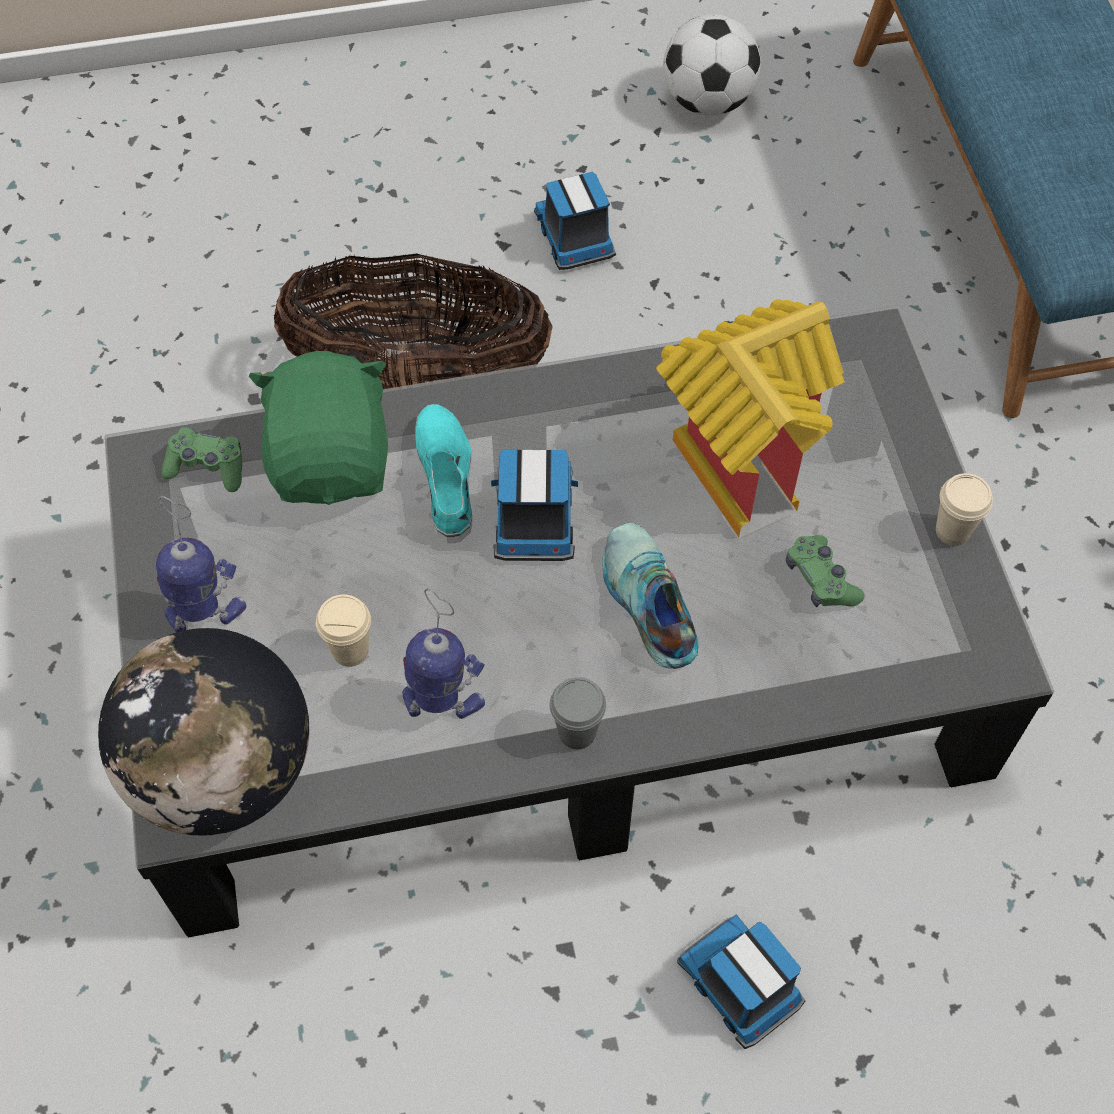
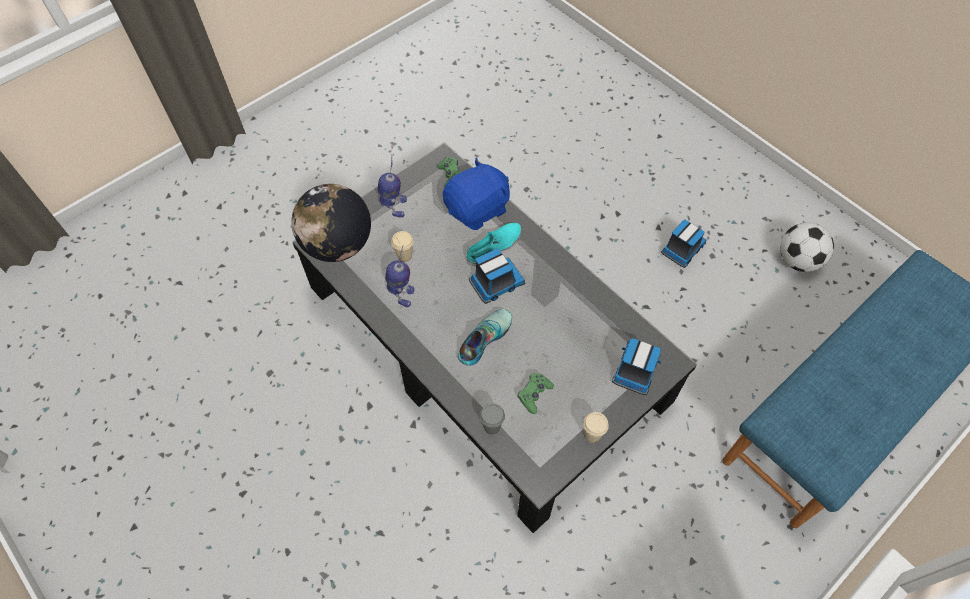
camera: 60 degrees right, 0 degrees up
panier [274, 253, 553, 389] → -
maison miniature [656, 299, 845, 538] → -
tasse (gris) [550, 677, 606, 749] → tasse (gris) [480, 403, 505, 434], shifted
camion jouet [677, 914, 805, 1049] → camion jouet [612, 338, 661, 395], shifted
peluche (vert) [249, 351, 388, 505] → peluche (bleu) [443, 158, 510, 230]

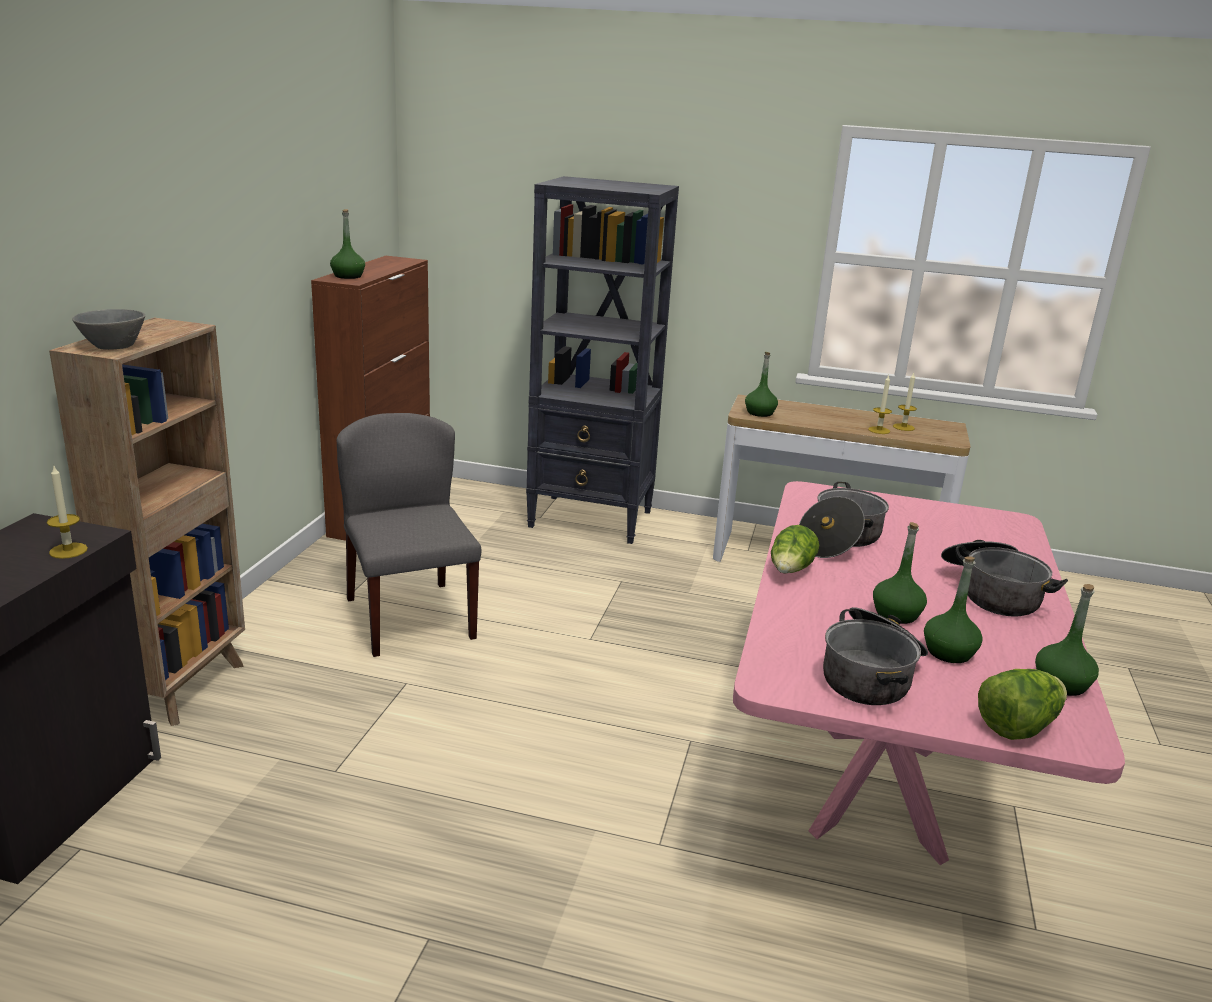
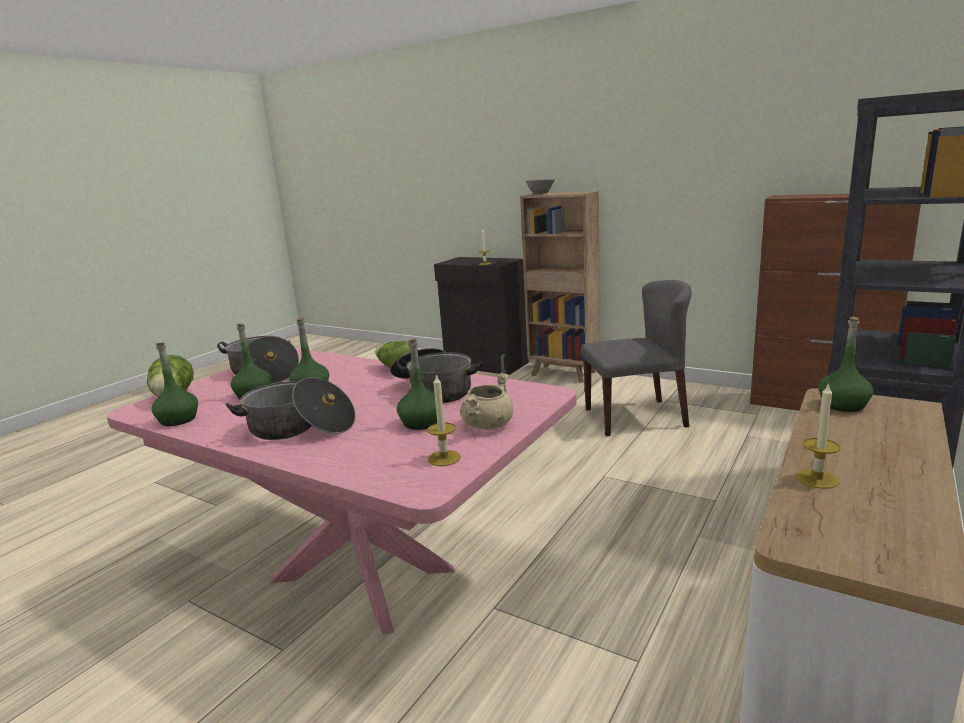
camera: 110 degrees right, 5 degrees down
- → marmite (beige) [460, 373, 514, 430]
bouteille (vert) [330, 209, 365, 279] → bouteille (vert) [397, 339, 437, 430], shifted
bougie [893, 373, 917, 431] → bougie [427, 374, 461, 466], shifted

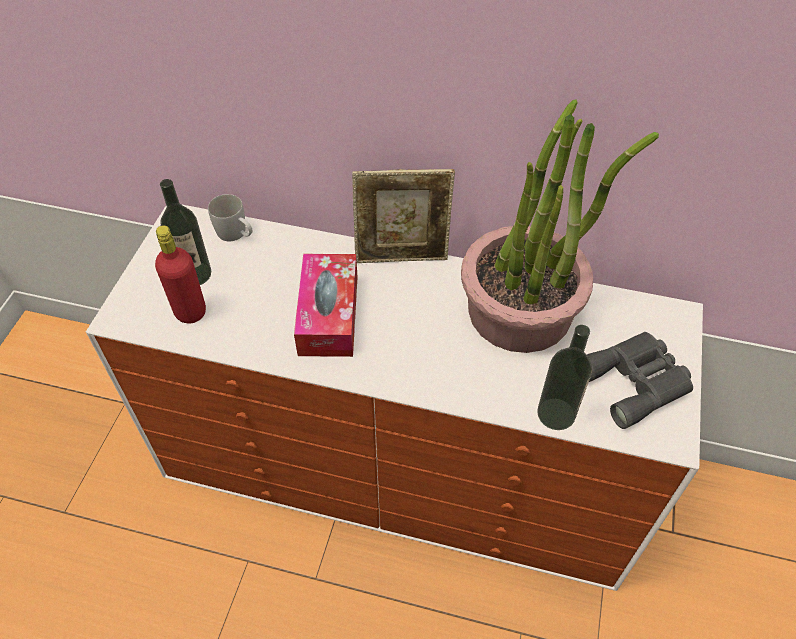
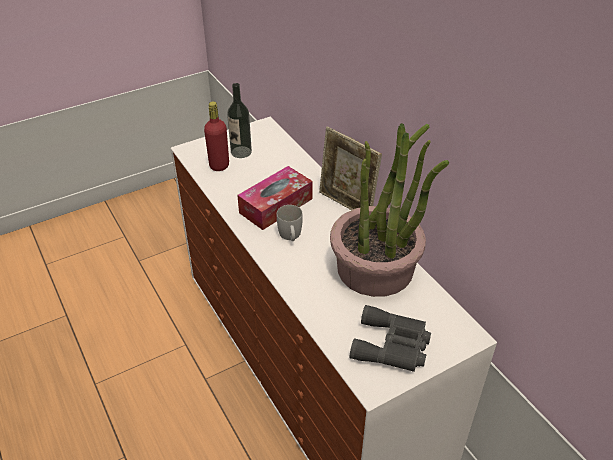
camera: 45 degrees right, 10 degrees down
bouteille [537, 325, 592, 430] → -
mug (blanc) [208, 194, 252, 241] → mug (blanc) [277, 205, 303, 241], shifted

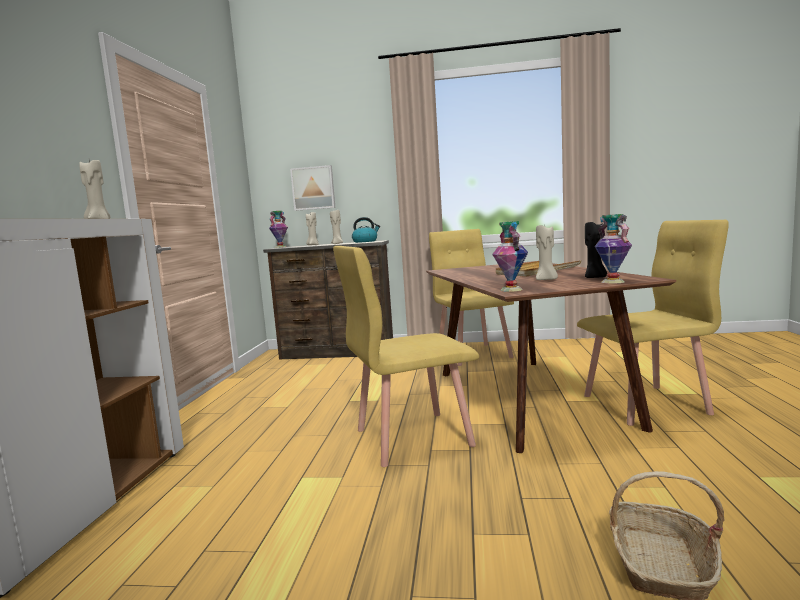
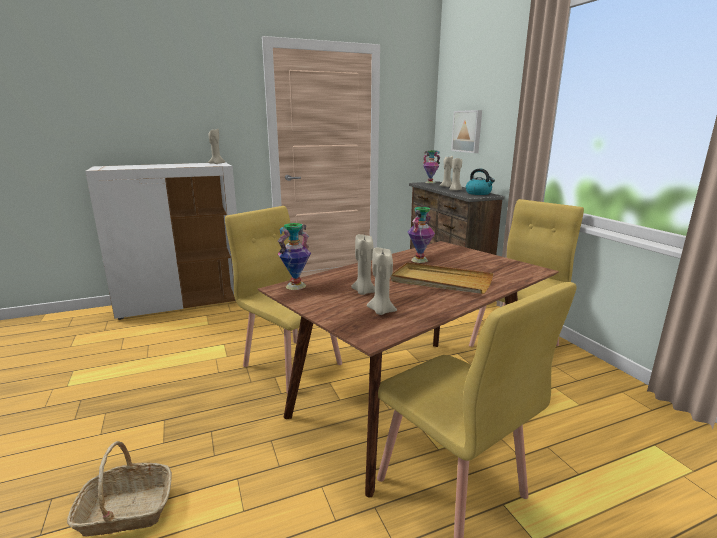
camera: 60 degrees right, 10 degrees up
vase [595, 214, 632, 284] → vase [407, 207, 435, 263], shifted
bougie (noir) [585, 222, 607, 278] → bougie (beige) [367, 248, 397, 315]

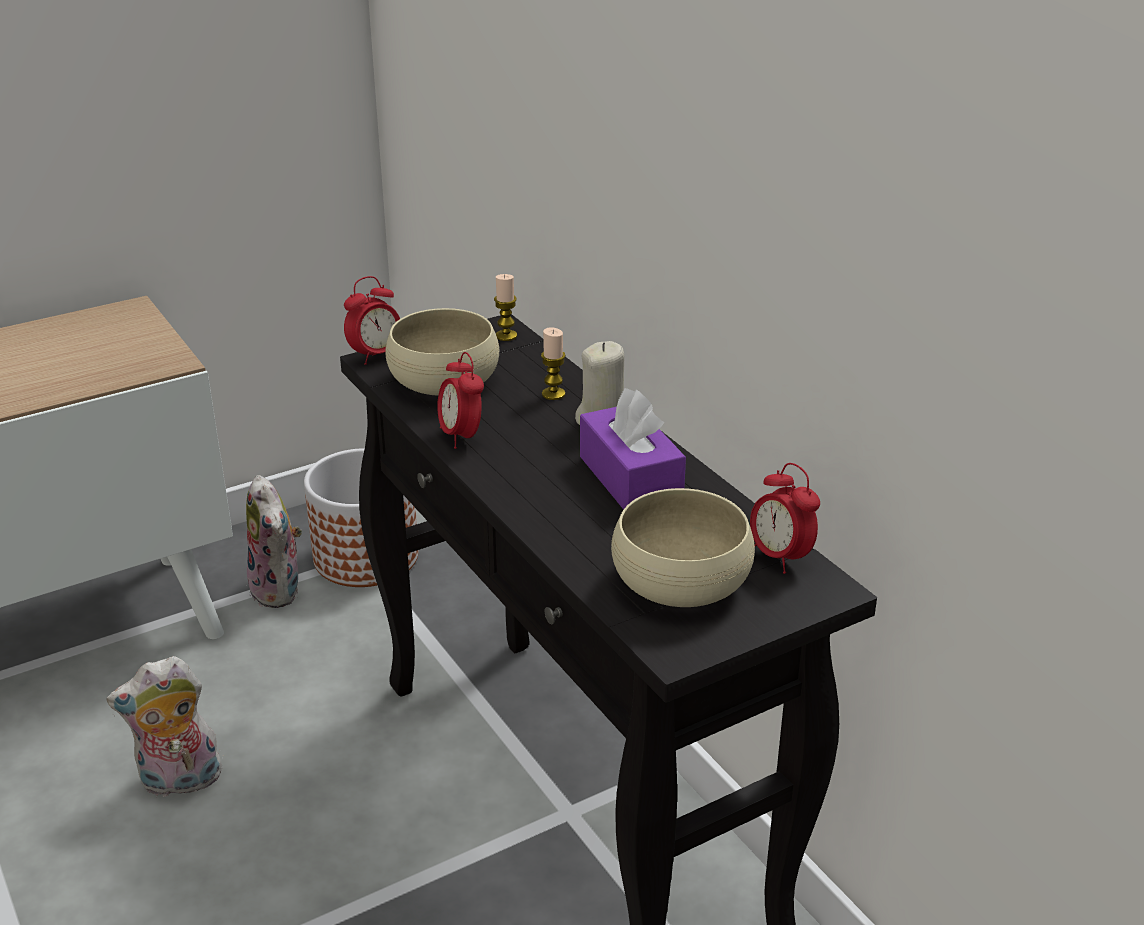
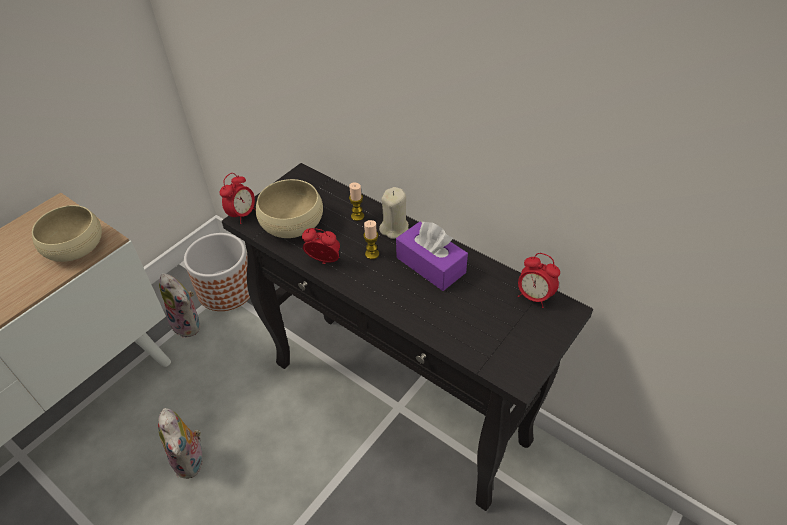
camera: 20 degrees left, 15 degrees up
bougie [494, 274, 517, 341] → bougie [364, 220, 379, 259], shifted
bol (beige) [611, 488, 755, 607] → bol (beige) [32, 205, 102, 262], shifted
peluche [106, 656, 223, 797] → peluche [158, 408, 203, 479], 75 degrees counterclockwise
réveil [438, 352, 484, 449] → réveil [302, 228, 340, 264], 150 degrees clockwise

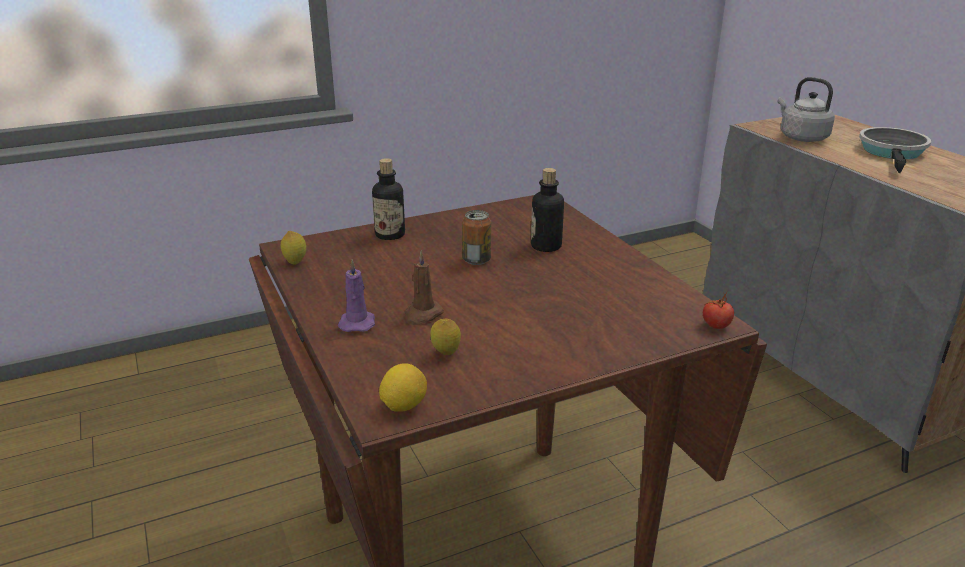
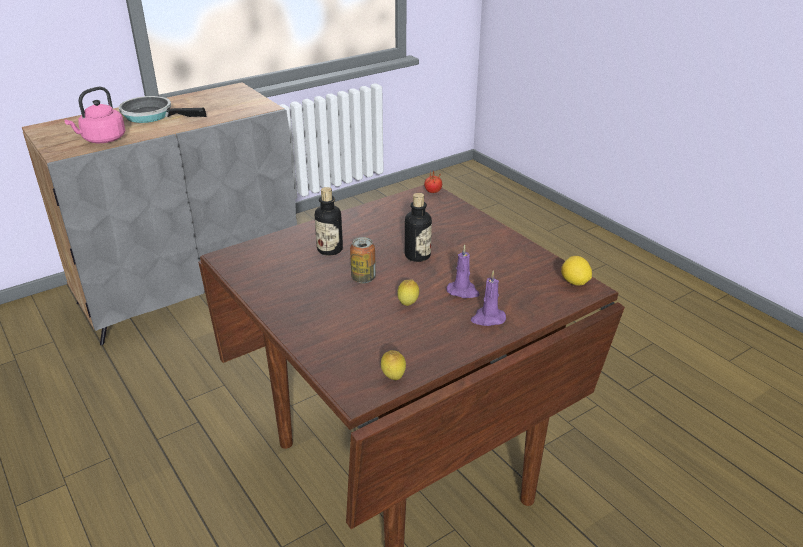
camera: 100 degrees left, 5 degrees up
bouteille [372, 158, 405, 240] → bouteille [405, 193, 432, 262], shifted
citron [430, 319, 461, 355] → citron [397, 280, 419, 306], shifted
bougie (marron) [405, 251, 444, 325] → bougie (violet) [446, 245, 480, 298]
bouilloire (gris) [778, 77, 835, 142] → bouilloire (rose) [64, 87, 125, 143]

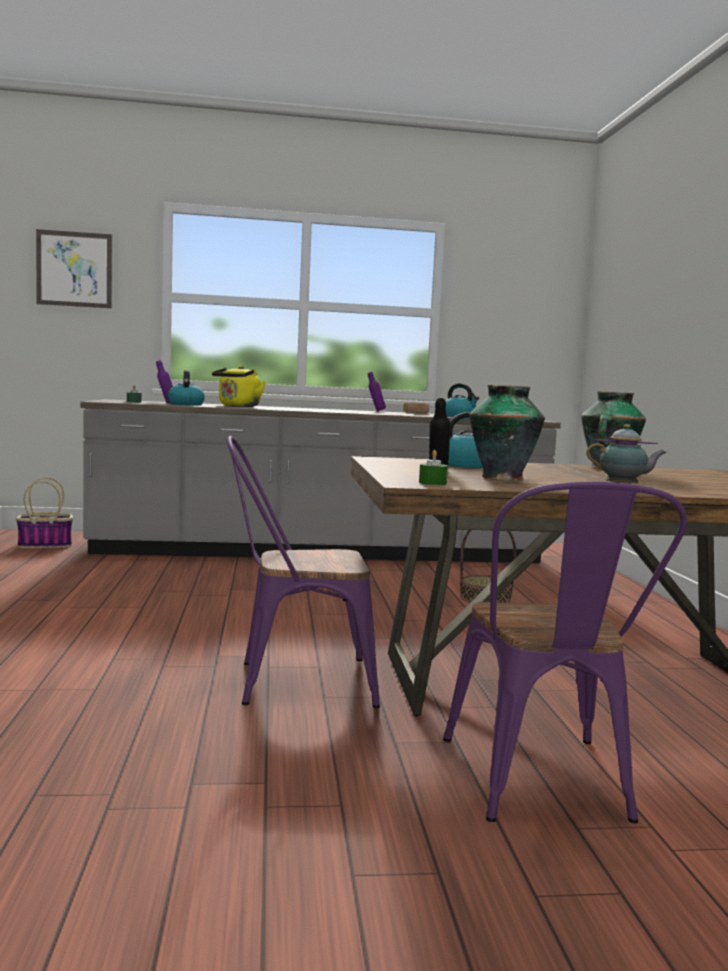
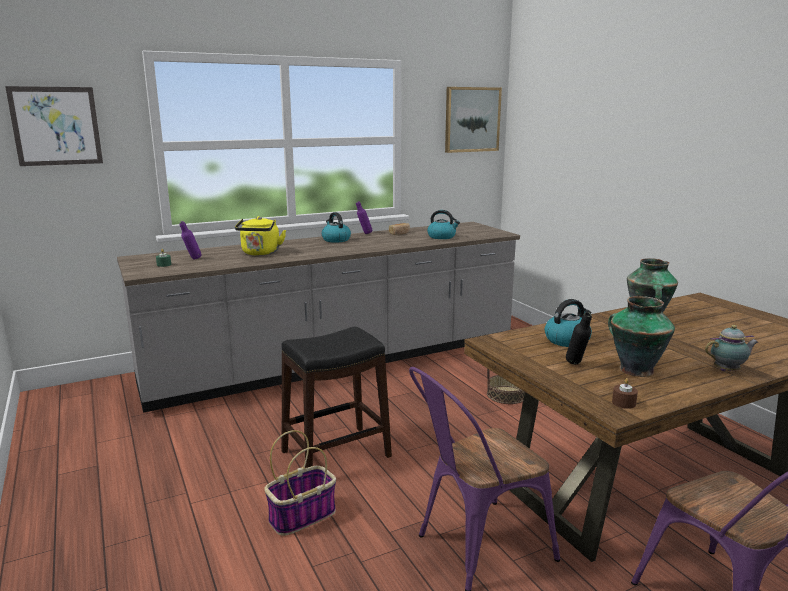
camera: 20 degrees left, 10 degrees up
- → tabouret (noir) [281, 327, 392, 468]
- → tableau [445, 87, 502, 153]
panier [16, 478, 73, 548] → panier [264, 430, 336, 536], shifted
bouilloire [168, 370, 205, 405] → bouilloire [322, 212, 351, 243], shifted
bougie (vert) [419, 450, 448, 485] → bougie (marron) [612, 378, 638, 409]

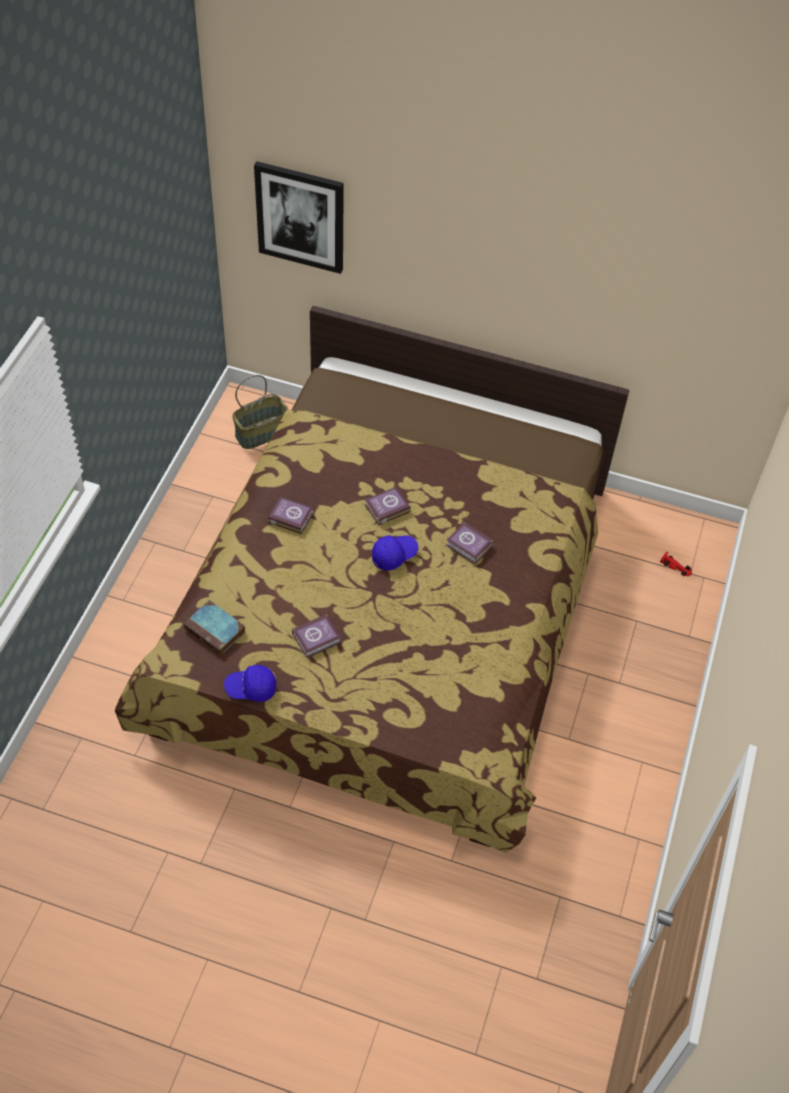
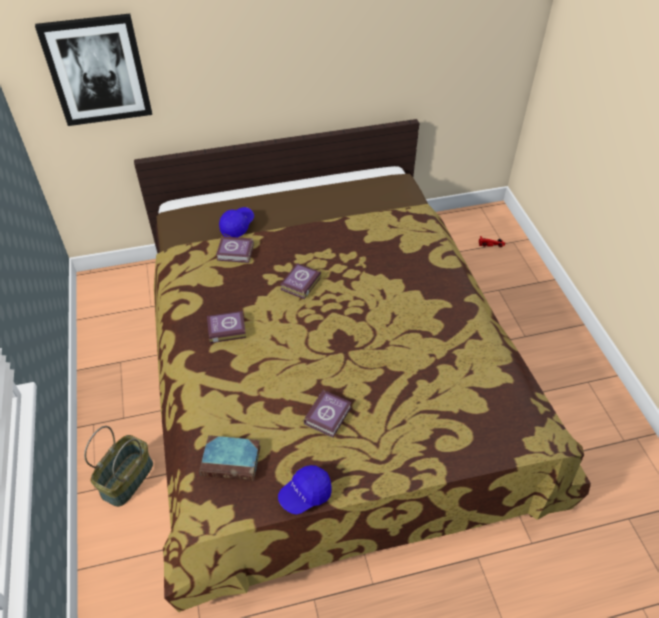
camera: 30 degrees left, 5 degrees down
panier [232, 375, 289, 449] → panier [84, 426, 153, 507], shifted
casquette (bleu) [372, 535, 418, 570] → casquette (bleu) [219, 207, 254, 237], shifted
livre [446, 522, 494, 564] → livre [216, 236, 254, 263], shifted

